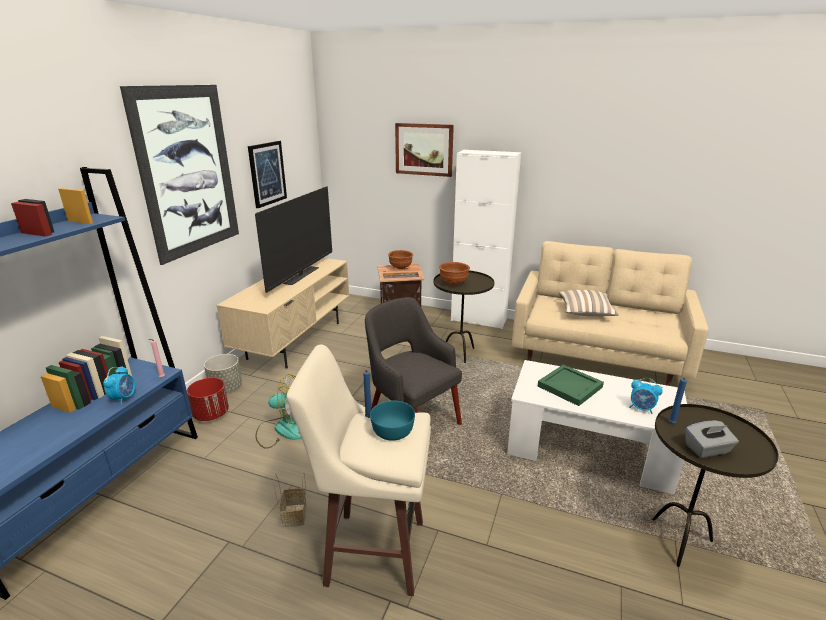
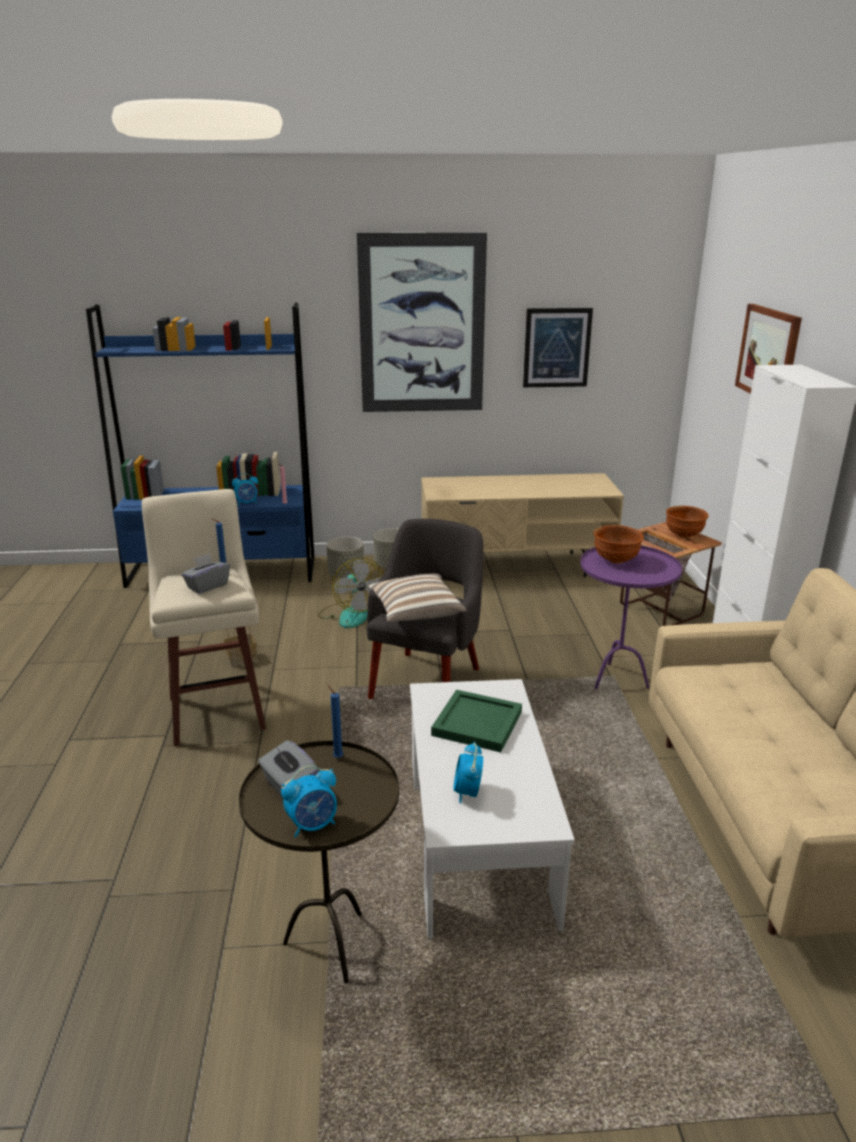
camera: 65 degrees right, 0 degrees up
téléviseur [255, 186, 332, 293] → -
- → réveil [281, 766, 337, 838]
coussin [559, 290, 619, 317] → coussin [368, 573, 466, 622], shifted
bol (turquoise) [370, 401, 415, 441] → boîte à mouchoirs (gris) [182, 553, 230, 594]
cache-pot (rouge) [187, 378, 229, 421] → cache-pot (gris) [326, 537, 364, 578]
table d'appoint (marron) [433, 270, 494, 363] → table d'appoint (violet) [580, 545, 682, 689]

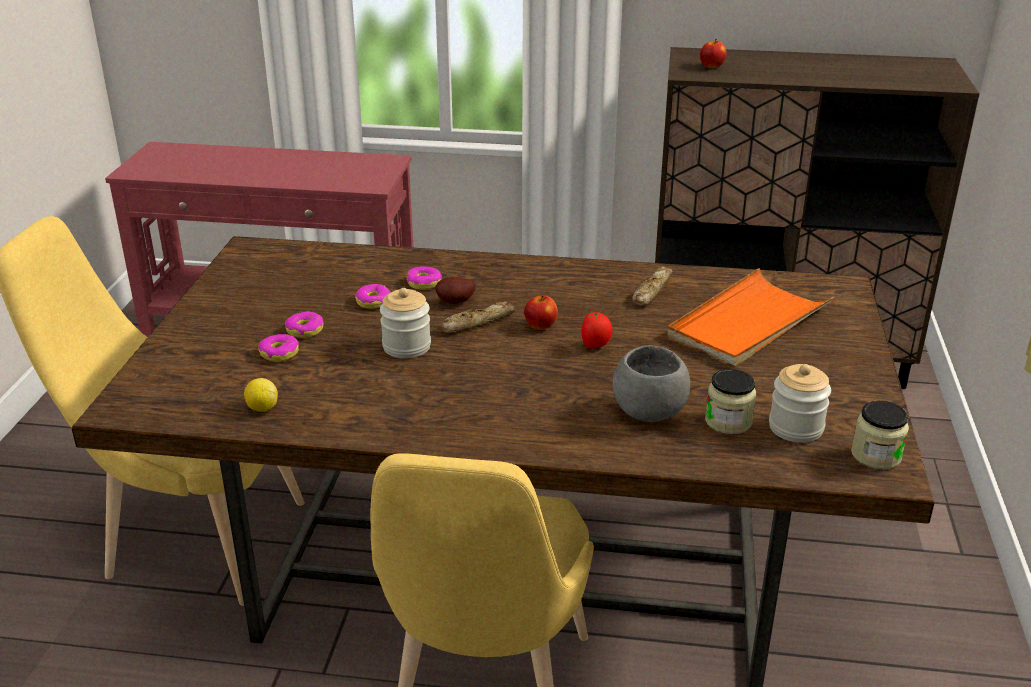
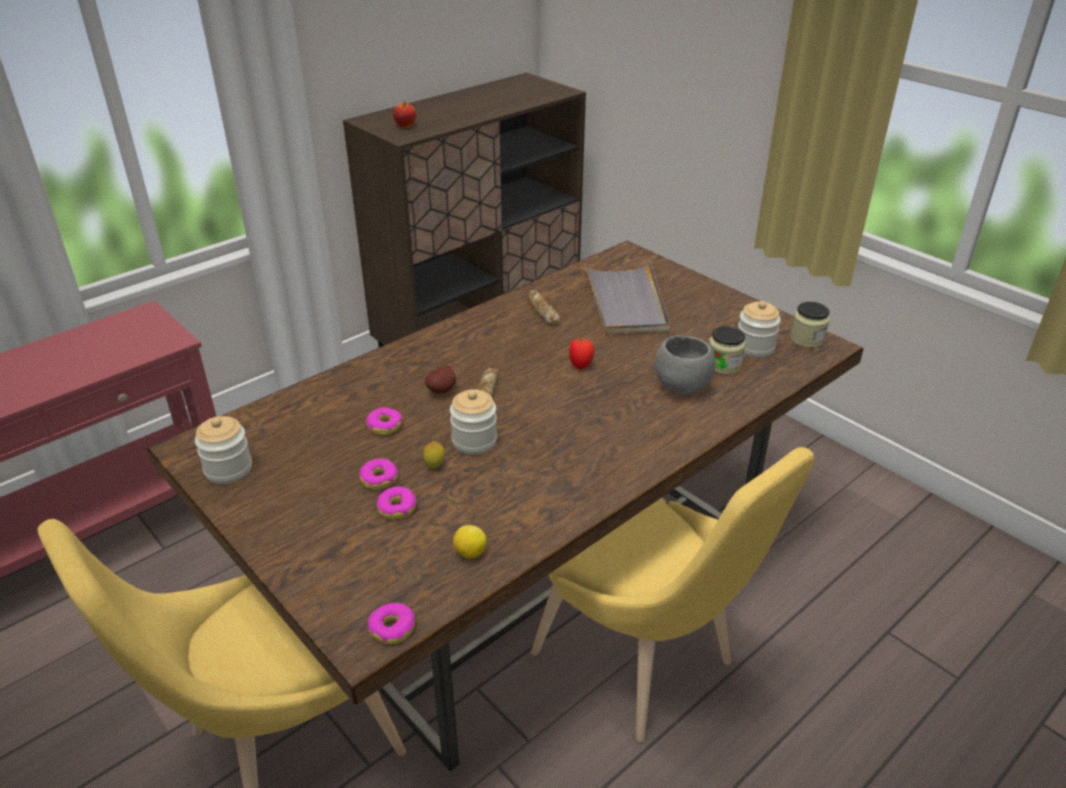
camera: 50 degrees left, 5 degrees up
pomme [524, 295, 558, 330] → -
- → bocal [195, 416, 252, 484]
- → citron [423, 441, 445, 468]
beignet [406, 266, 442, 290] → beignet [368, 603, 415, 644], shifted
plateau (orange) [667, 268, 834, 366] → plateau (gris) [584, 260, 670, 334]

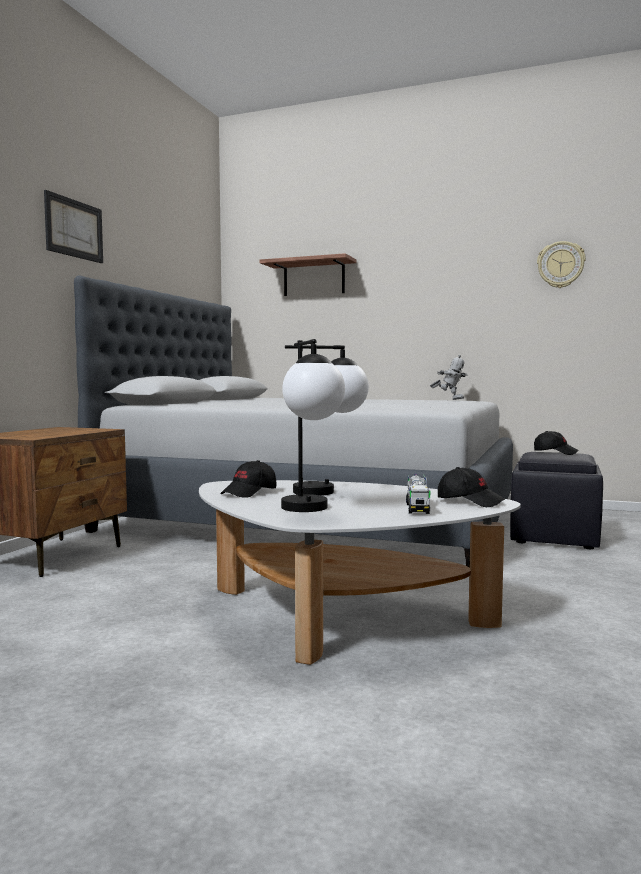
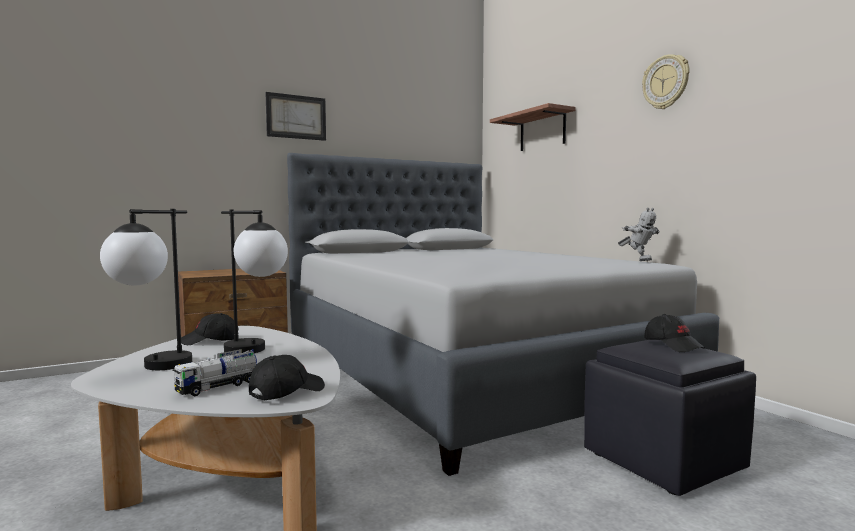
camera: 40 degrees right, 0 degrees up
horloge murale [537, 241, 586, 288] → horloge murale [642, 54, 690, 109], shifted
casquette (noir) [438, 467, 505, 507] → casquette (noir) [249, 355, 325, 400], 120 degrees counterclockwise

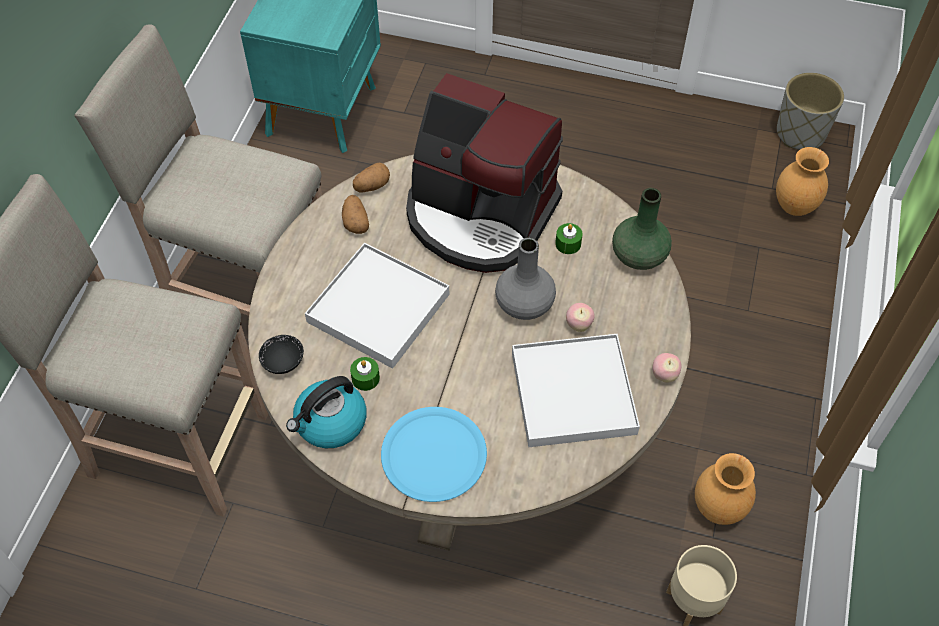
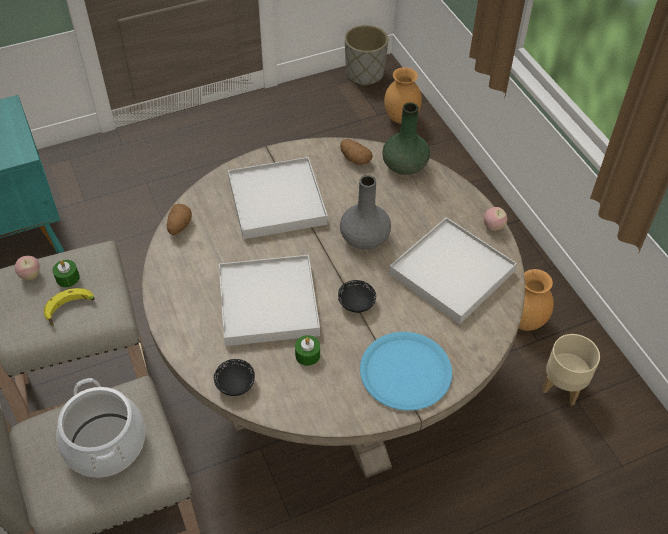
camera: 40 degrees left, 5 degrees down
bouilloire [286, 376, 366, 448] → -
- → banane [44, 288, 95, 326]
- → marmite [56, 378, 145, 478]
- → bol (noir) [338, 280, 376, 313]
pomme de terre [342, 195, 369, 234] → pomme de terre [340, 139, 373, 165], shifted
bougie (vert) [555, 223, 582, 254] → bougie (vert) [53, 260, 80, 287], shifted
pomme [566, 303, 595, 332] → pomme [15, 256, 40, 280], shifted
machine à café [406, 73, 563, 273] → plateau (blanc) [228, 157, 327, 239]

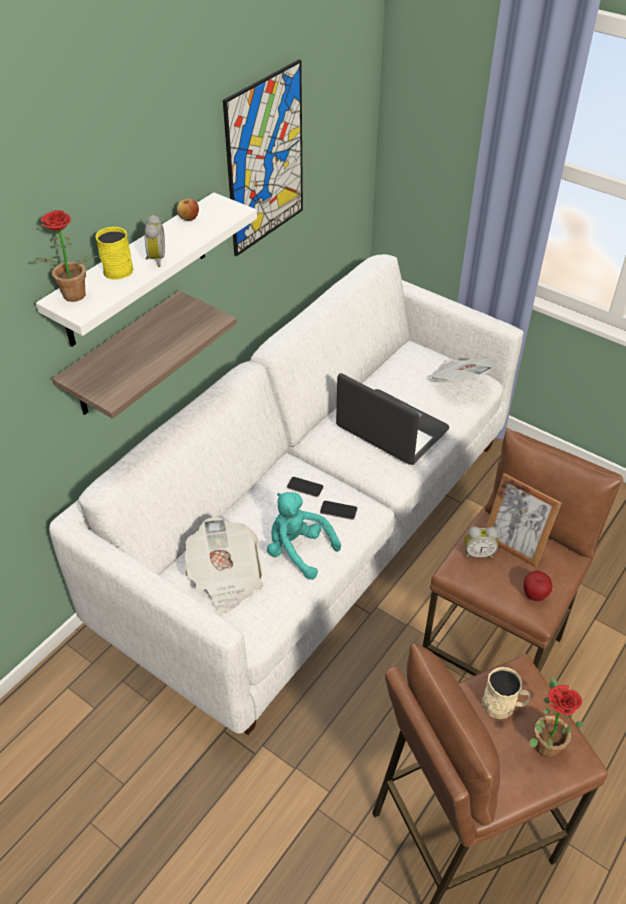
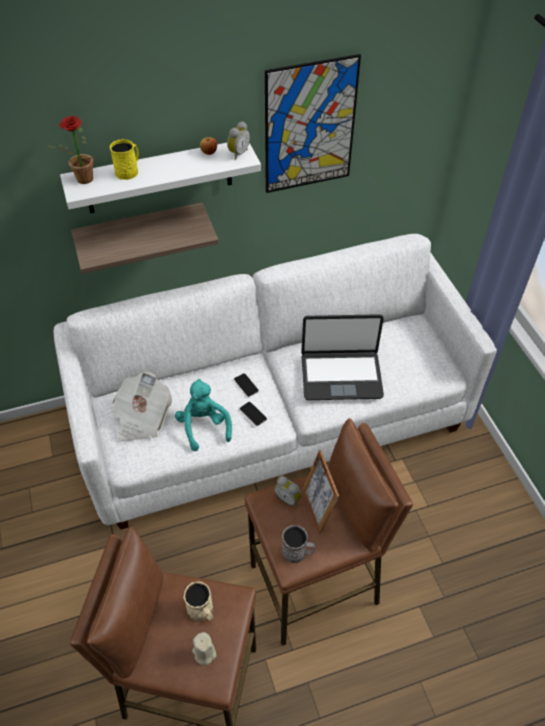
camera: 35 degrees right, 5 degrees up
journal [428, 357, 498, 383] → -
réveil [145, 215, 165, 267] → réveil [227, 121, 250, 160], shifted
pomme [523, 571, 553, 601] → mug (gris) [282, 525, 315, 563]
plante en pot [529, 677, 584, 758] → bougie (beige) [192, 632, 216, 665]
ordinateur portable [336, 373, 449, 465] → ordinateur portable [301, 314, 384, 400], 105 degrees clockwise

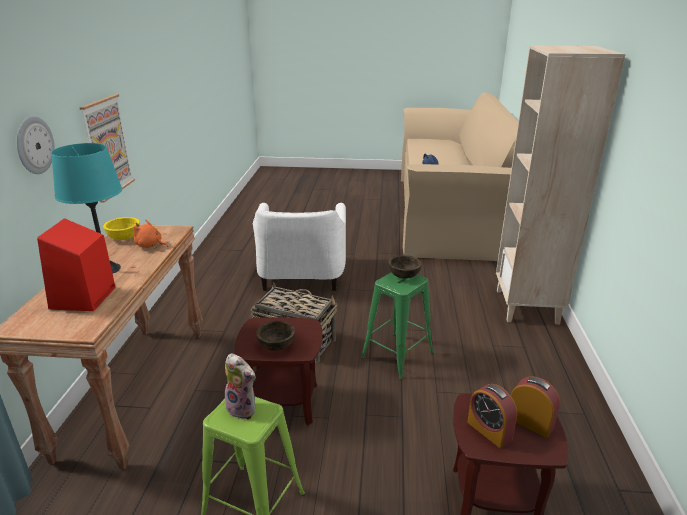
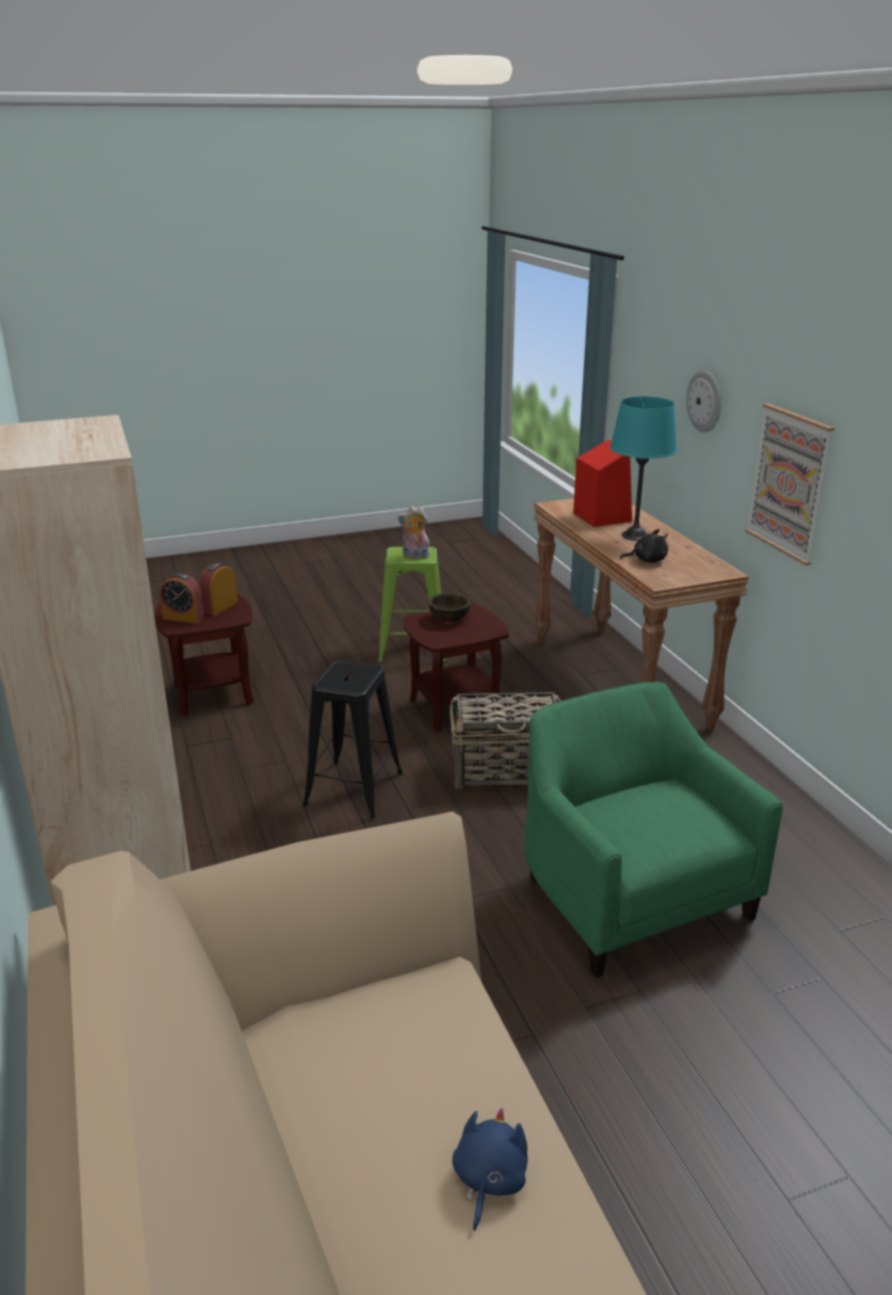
camera: 155 degrees right, 0 degrees up
bol (jaune) [103, 217, 140, 240] → -
bol (marron) [388, 255, 422, 279] → -
peluche (orange) [133, 220, 168, 248] → peluche (noir) [620, 529, 668, 563]
fauteuil (blanc) [253, 203, 346, 291] → fauteuil (vert) [525, 682, 783, 977]
tabouret (vert) [361, 272, 434, 380] → tabouret (noir) [303, 660, 403, 820]
réveil [467, 384, 517, 448] → réveil [199, 563, 238, 616], 90 degrees counterclockwise

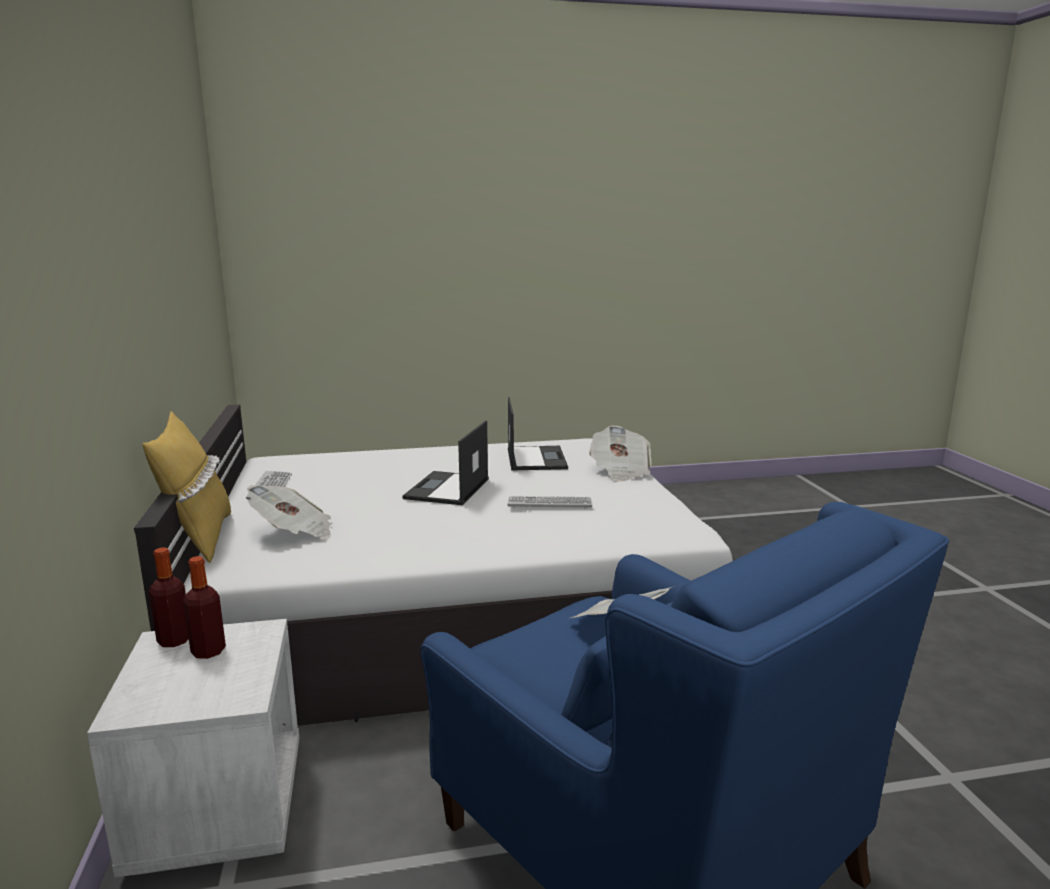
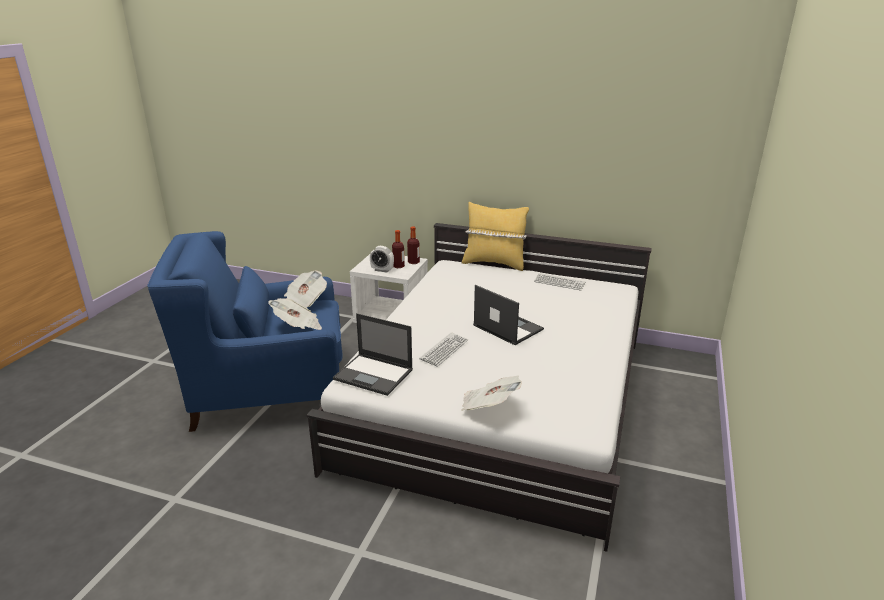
camera: 120 degrees right, 10 degrees up
- → réveil [370, 246, 394, 272]
journal [247, 485, 331, 539] → journal [284, 271, 327, 308], shifted
ordinateur portable [508, 397, 568, 471] → ordinateur portable [333, 313, 413, 396], shifted

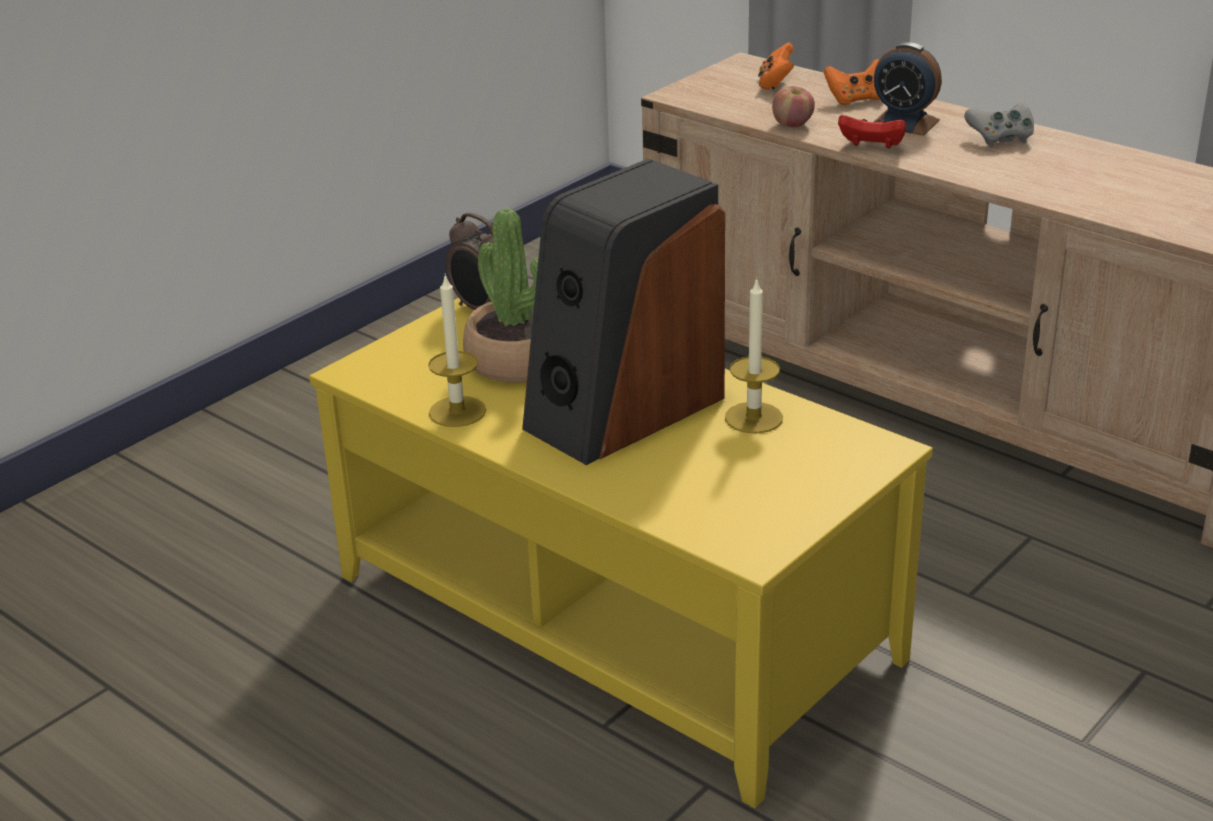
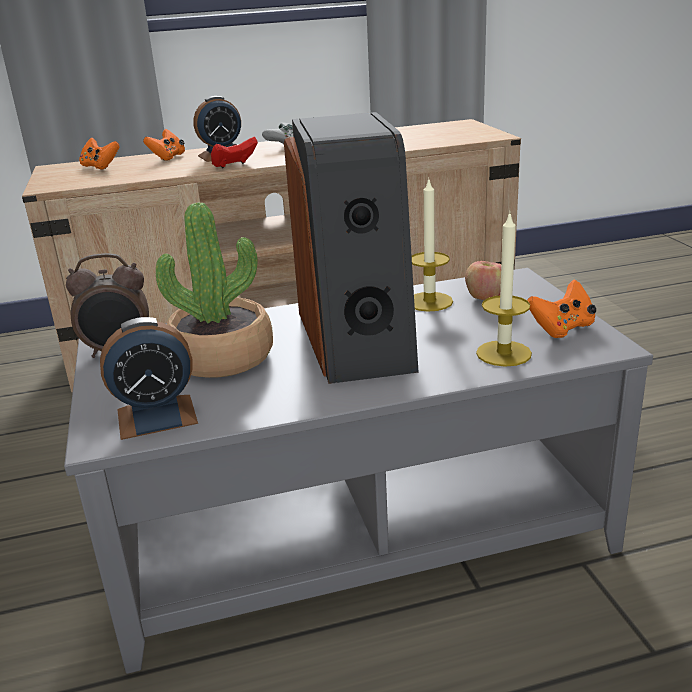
camera: 55 degrees left, 5 degrees down
- → réveil [100, 317, 198, 440]
- → manette (orange) [527, 280, 596, 338]
bougie [428, 274, 486, 427] → bougie [476, 212, 532, 367], shifted
pomme [772, 86, 815, 127] → pomme [465, 261, 501, 300], shifted
table basse (jaune) [309, 298, 933, 808] → table basse (gris) [64, 268, 653, 674]

